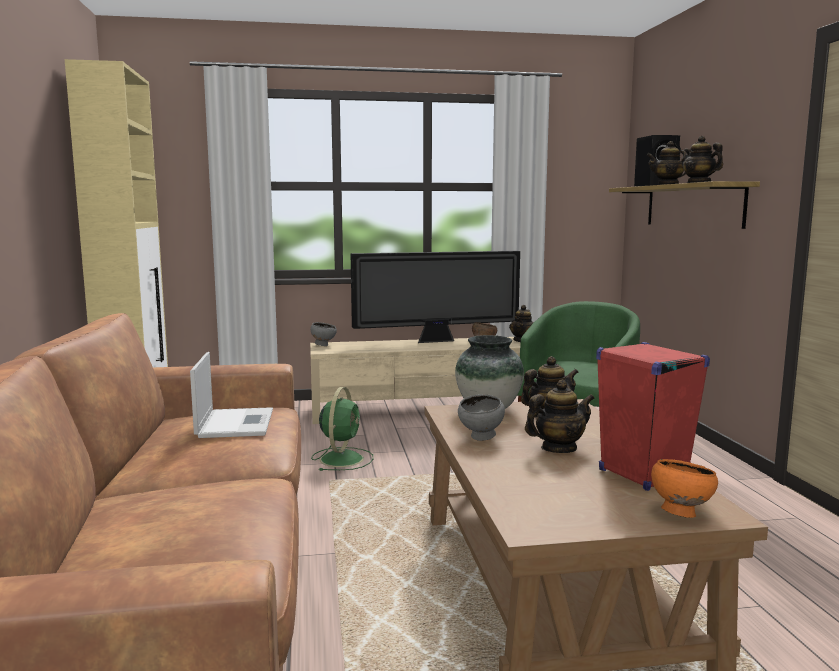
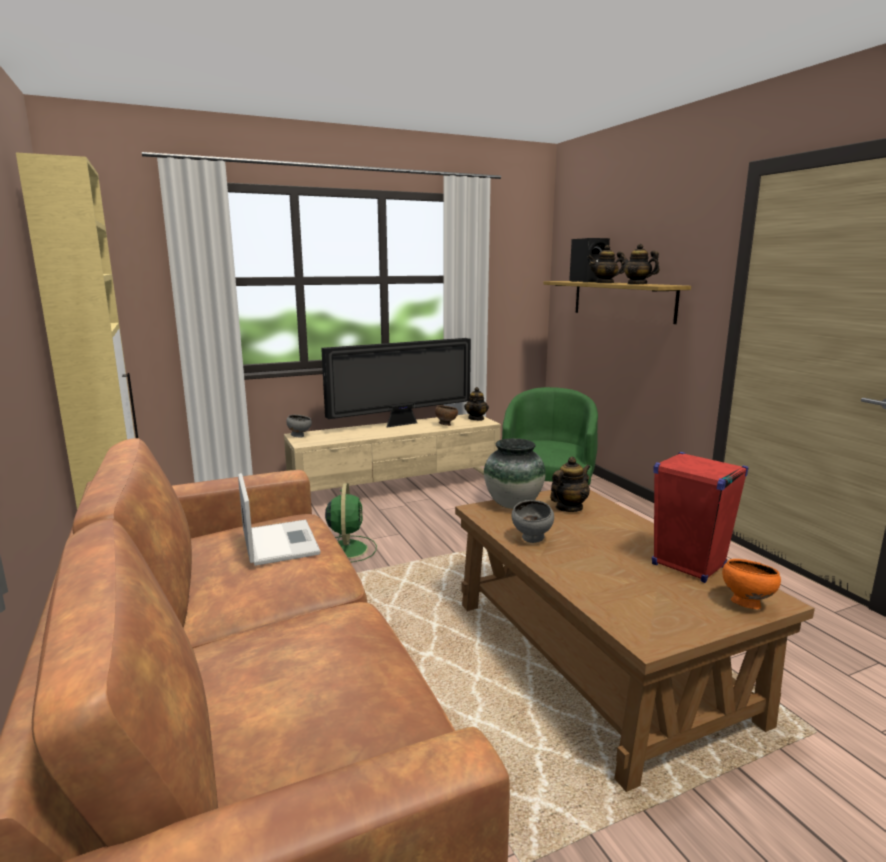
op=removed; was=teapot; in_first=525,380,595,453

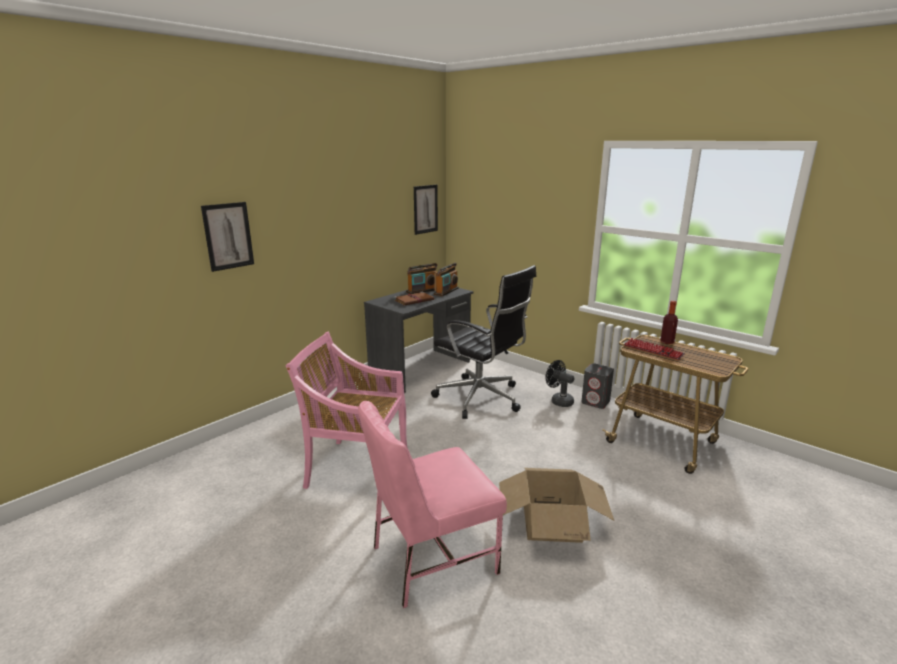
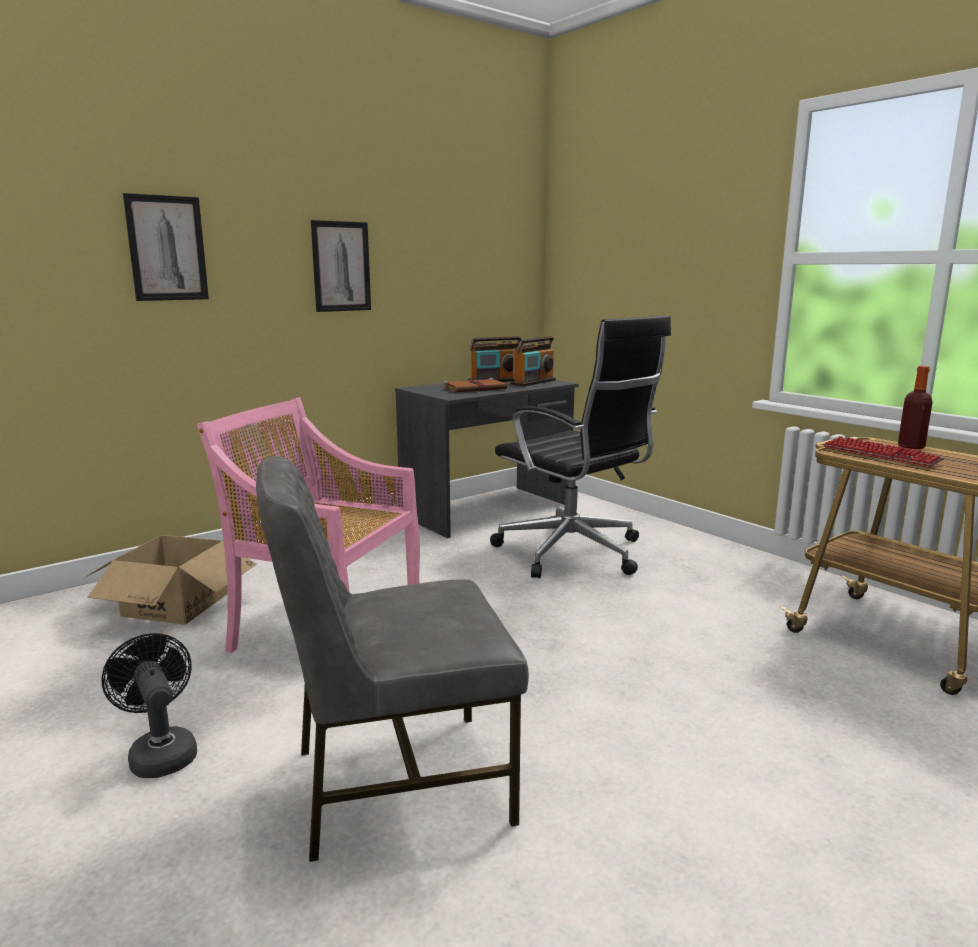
op=recoloured; was=pink-coloured chair; now=gray chair; in_first=358,401,507,608; in_second=256,456,529,862
op=moved; was=picture; in_first=414,185,438,235; in_second=311,220,371,312
op=moved; was=cardboard box; in_first=499,468,614,543; in_second=84,535,257,625
op=moved; was=black-coloured electric fan; in_first=546,360,574,407; in_second=101,633,197,778
op=removed; was=gray loudspeaker; in_first=581,363,614,409

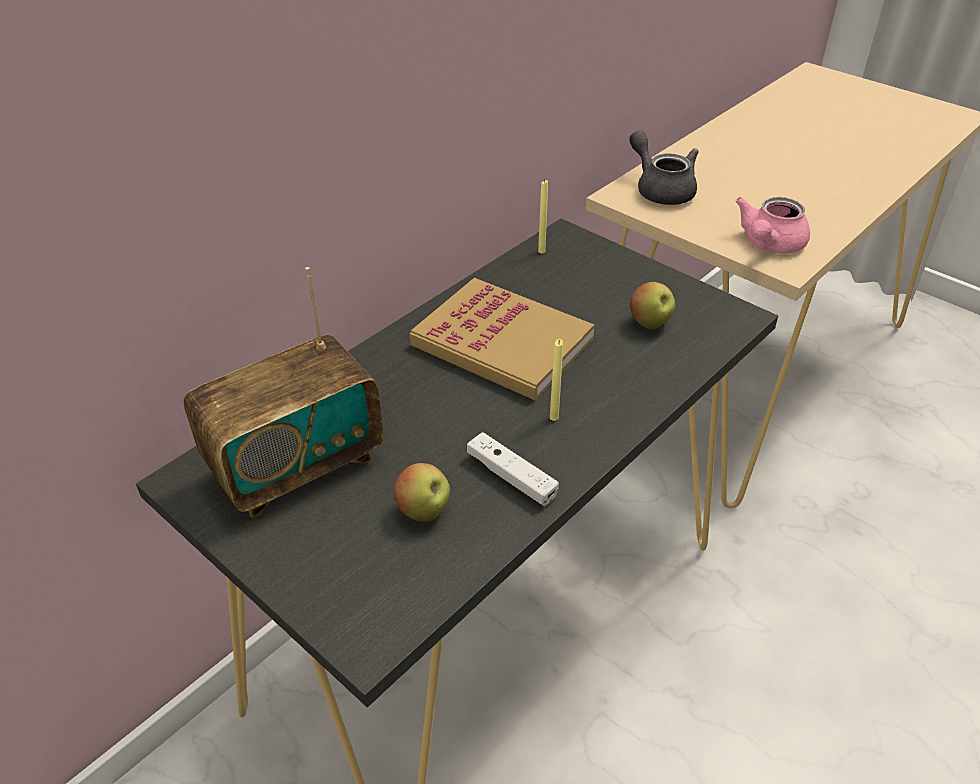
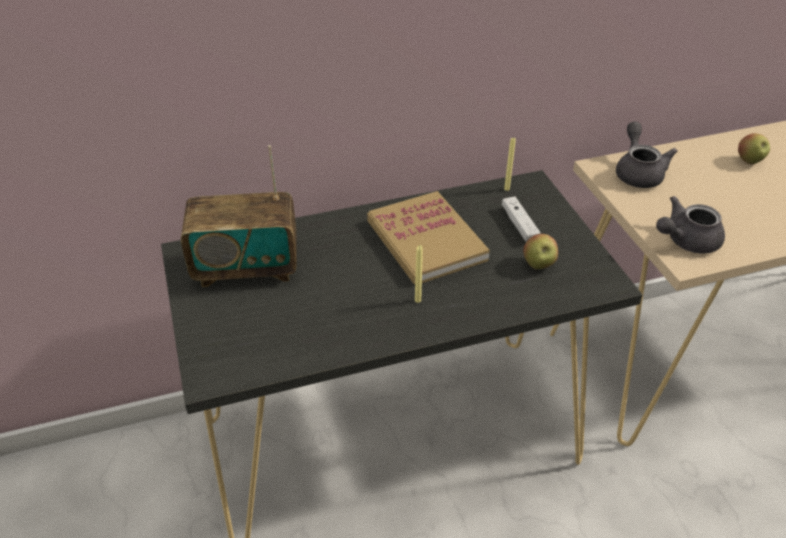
op=moved; was=apple; in_first=394,463,450,522; in_second=738,133,770,165
op=moved; was=white-coloured gamepad; in_first=467,432,559,506; in_second=502,197,541,242
op=recoloured; was=pink-coloured teapot; now=gray teapot; in_first=735,197,810,253; in_second=656,196,725,254

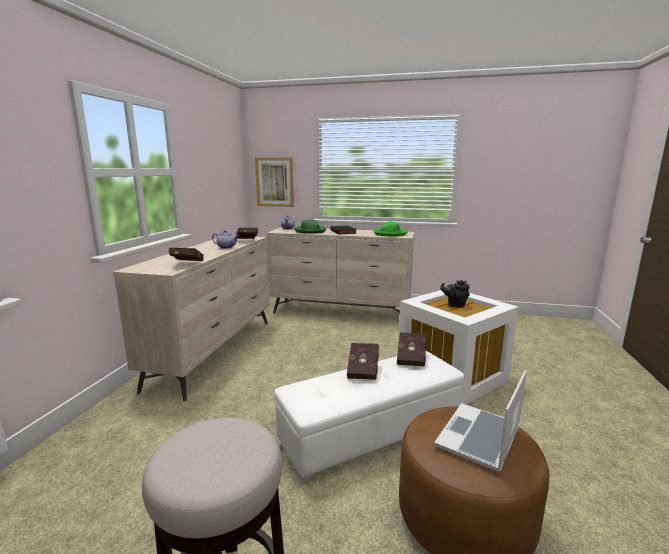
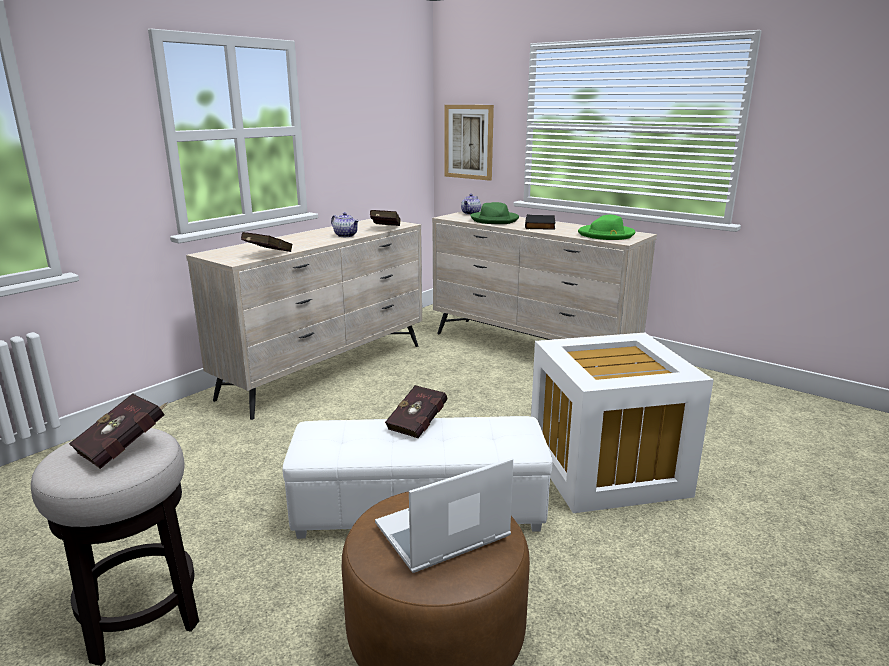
op=moved; was=red-coloured book; in_first=397,332,426,366; in_second=69,393,168,469
op=removed; was=black-coloured teapot; in_first=440,280,470,308

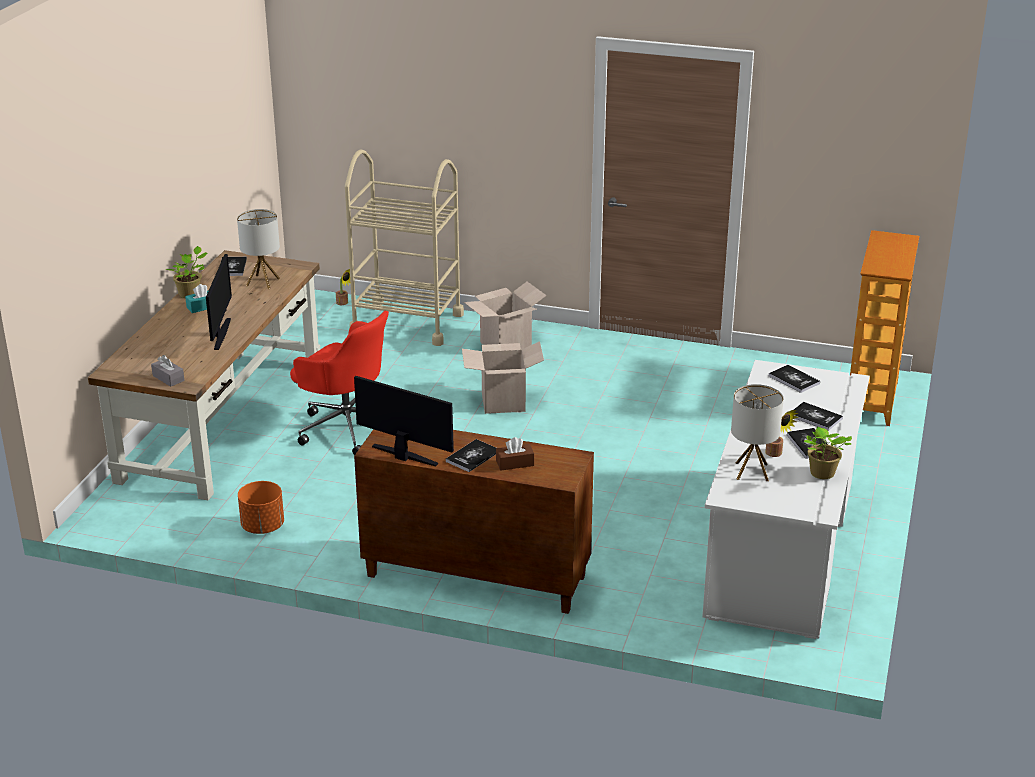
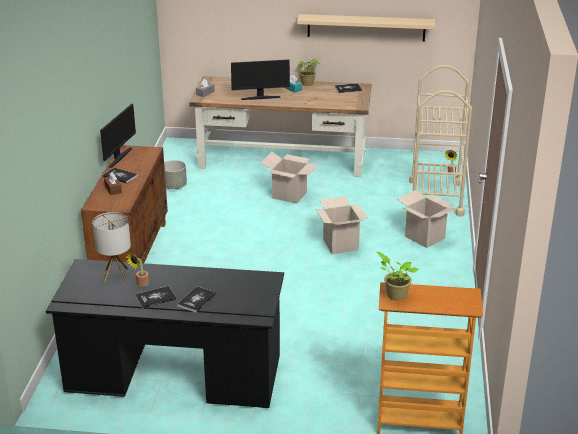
op=removed; was=tabletop lamp; in_first=237,209,280,289
op=recoloured; was=orange plant pot; now=gray plant pot; in_first=238,481,284,534; in_second=164,160,187,189
op=replaced; was=red-coloured office chair; now=cardboard box; in_first=290,311,389,455; in_second=261,152,319,204
op=recoloured; was=white-coloured desk unit; now=black-coloured desk unit; in_first=702,360,870,639; in_second=46,259,284,408
op=removed; was=book; in_first=769,365,820,393
op=moved; was=plant in a pot; in_first=804,427,852,479; in_second=377,252,418,301
op=added; now=beige shelf; in_second=297,14,435,42

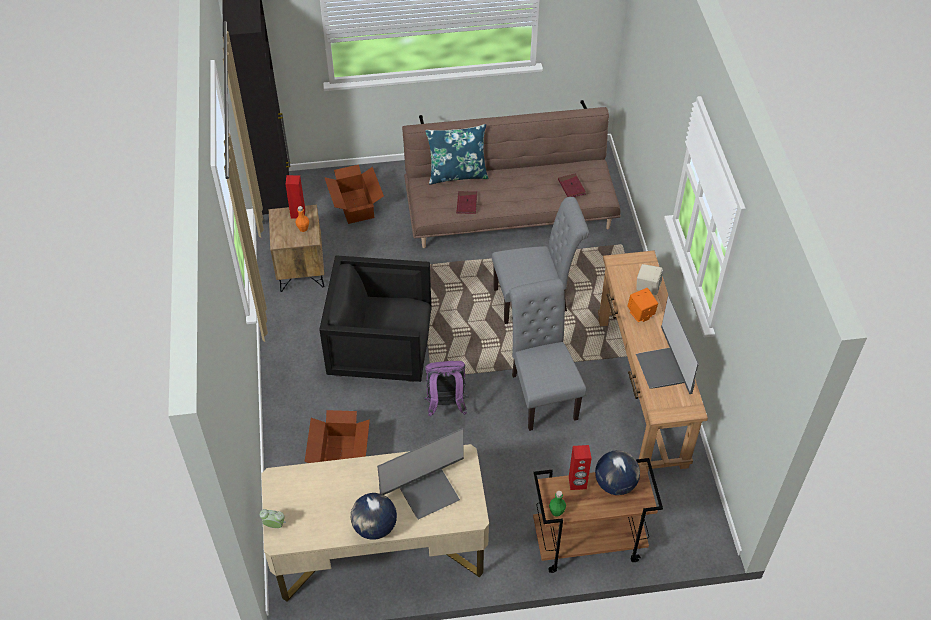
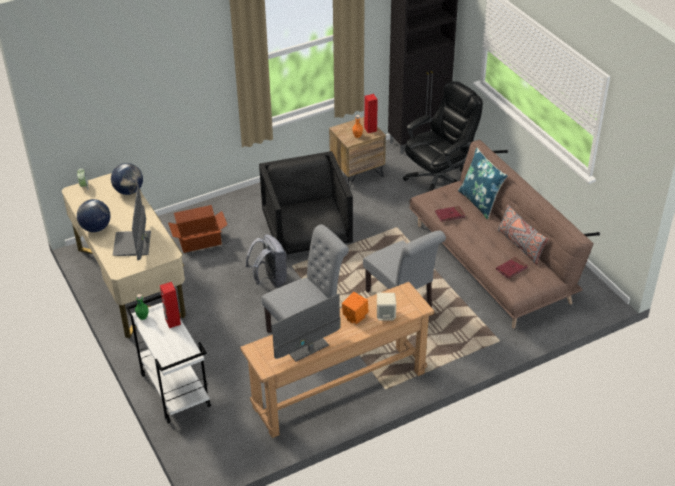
op=replaced; was=cardboard box; now=black-coloured office chair; in_first=324,164,384,224; in_second=403,81,483,192
op=turned; was=computer screen; in_first=377,428,464,519; in_second=113,183,151,260; clockwise=45
op=recoloured; was=purplish rucksack; now=gray rucksack; in_first=423,361,469,416; in_second=246,234,287,287
op=recoloured; was=brownish cart; now=white-coloured cart; in_first=533,458,663,573; in_second=126,295,211,423
op=moved; was=desk globe; in_first=595,450,640,495; in_second=111,163,143,195
op=added; now=gray pillow; in_second=498,205,549,265

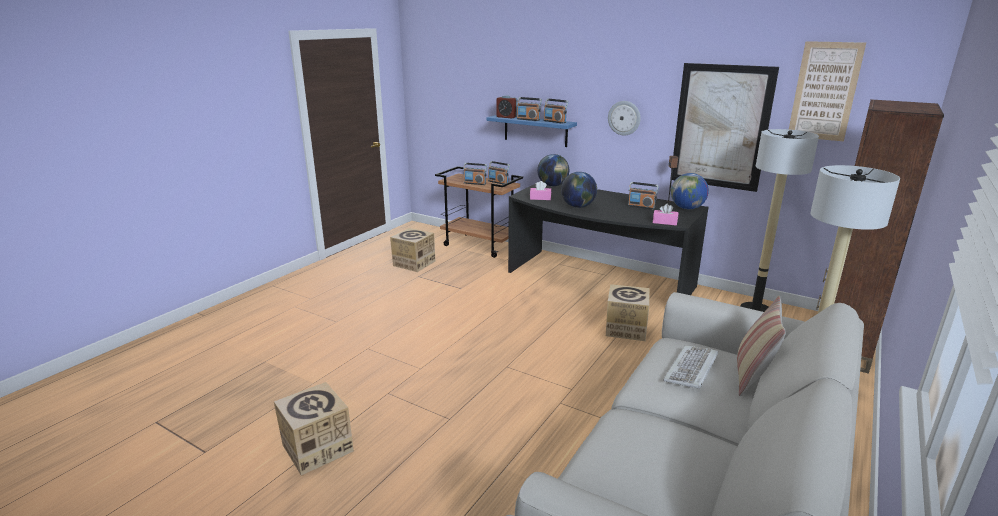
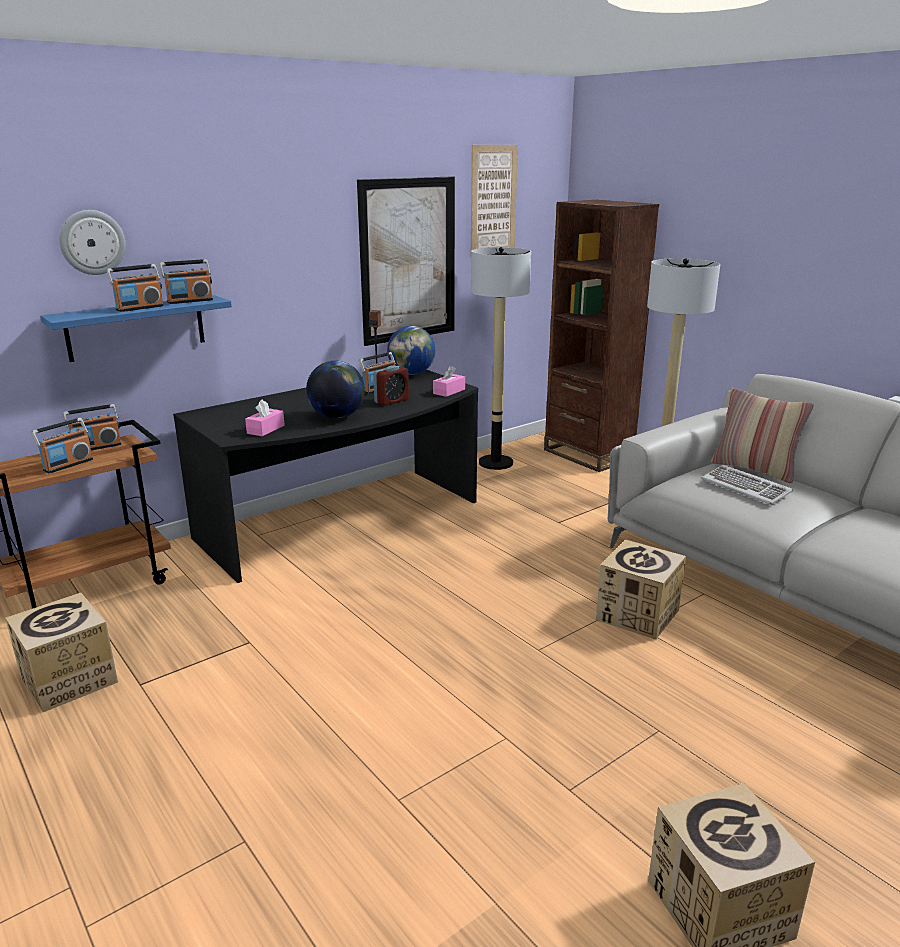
op=moved; was=alarm clock; in_first=497,95,517,118; in_second=373,365,409,406
op=removed; was=desk globe; in_first=537,154,569,186
op=moved; was=cardboard box; in_first=606,284,650,341; in_second=596,540,686,639
op=moved; was=hanging clock; in_first=608,101,641,135; in_second=59,210,126,275

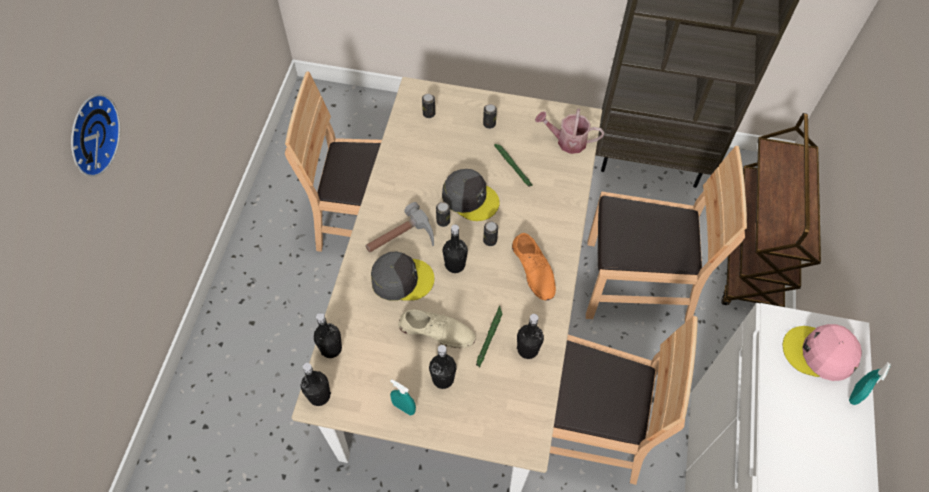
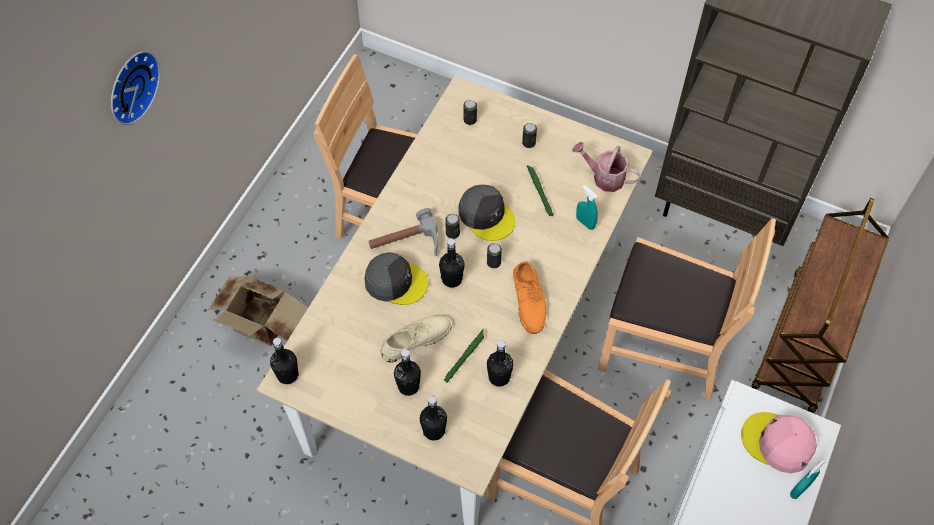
op=moved; was=black-coloured drink bottle; in_first=314,313,342,358; in_second=420,396,447,441
op=moved; was=turquoise hand sprayer; in_first=390,379,416,416; in_second=576,185,598,230
op=turned; was=beige item of footwear; in_first=398,309,475,348; in_second=380,316,452,363; clockwise=-60
op=added; now=cardboard box; in_second=208,276,308,346

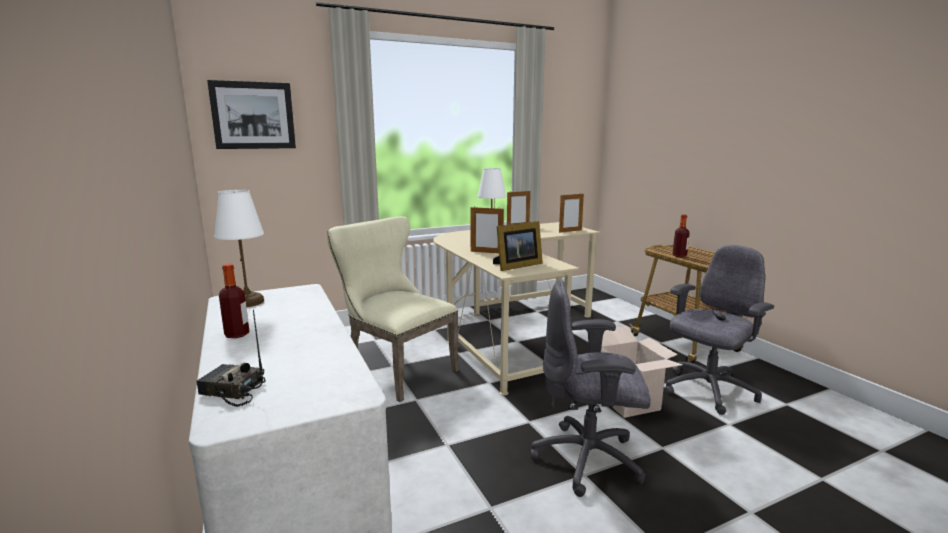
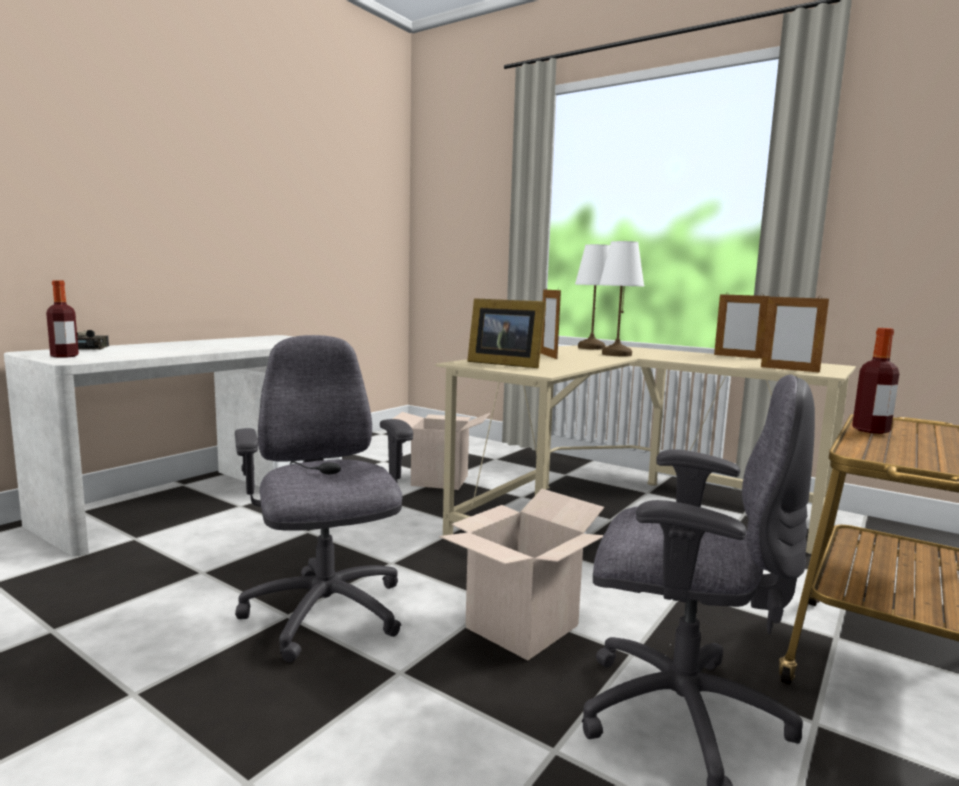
op=removed; was=picture; in_first=207,80,296,149
op=moved; was=white-coloured tabletop lamp; in_first=214,190,264,307; in_second=575,244,610,350
op=moved; was=drink bottle; in_first=219,264,250,338; in_second=46,280,79,358
op=replaced; was=beige chair; now=cardboard box; in_first=327,216,459,402; in_second=392,412,490,490

